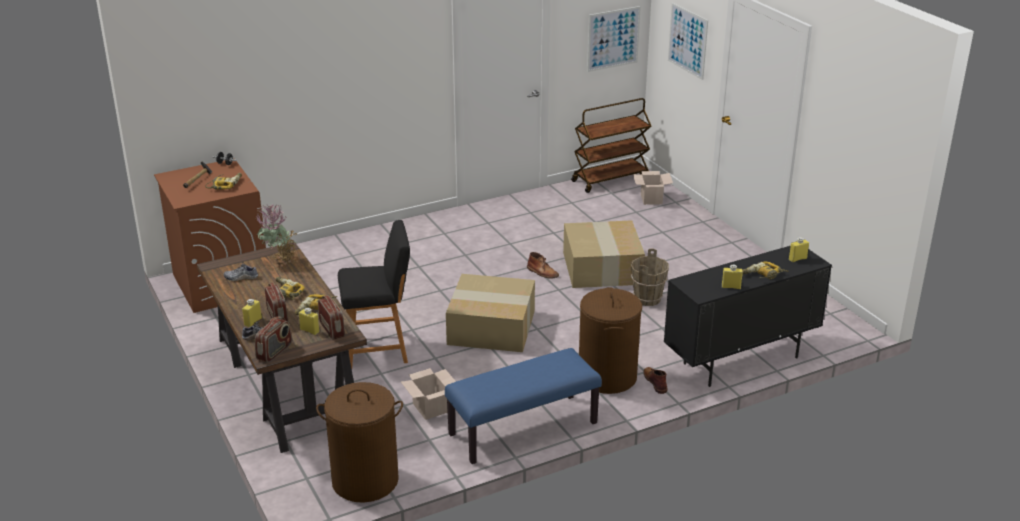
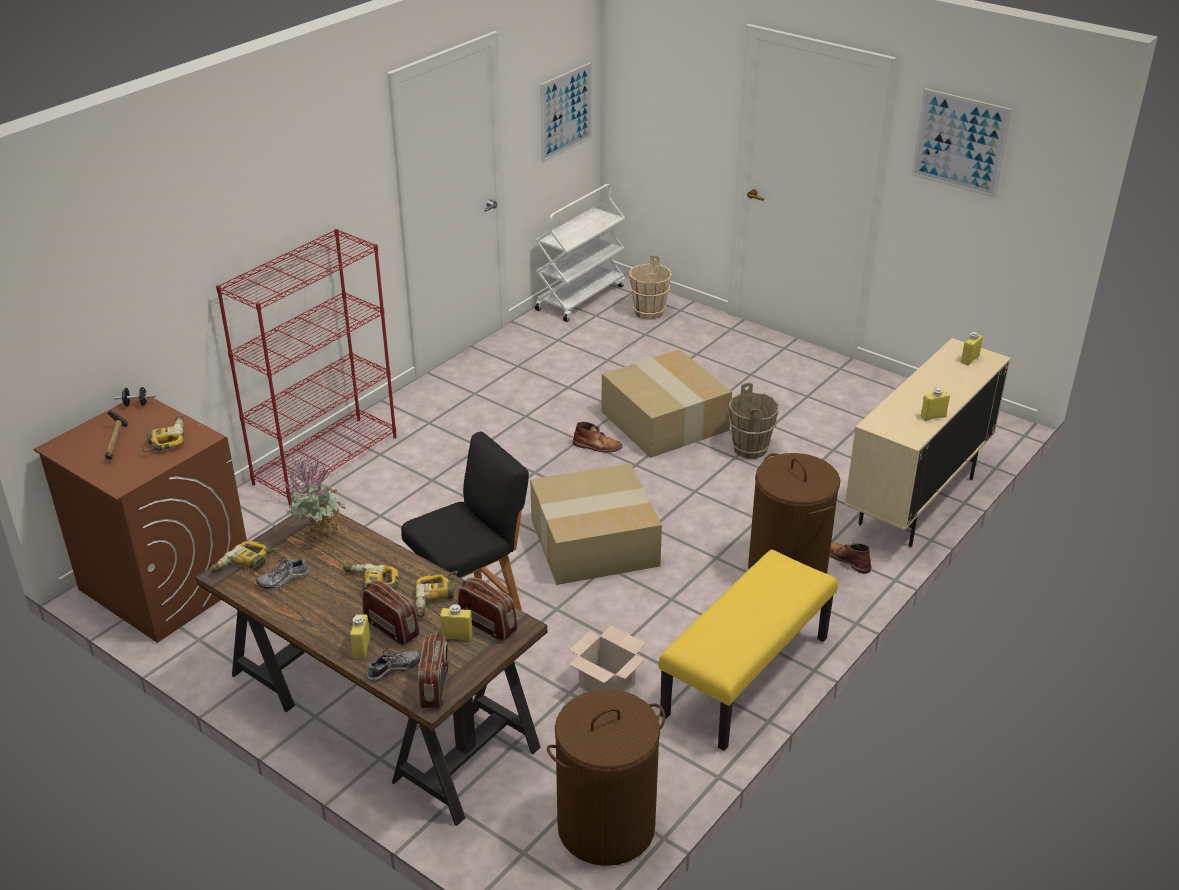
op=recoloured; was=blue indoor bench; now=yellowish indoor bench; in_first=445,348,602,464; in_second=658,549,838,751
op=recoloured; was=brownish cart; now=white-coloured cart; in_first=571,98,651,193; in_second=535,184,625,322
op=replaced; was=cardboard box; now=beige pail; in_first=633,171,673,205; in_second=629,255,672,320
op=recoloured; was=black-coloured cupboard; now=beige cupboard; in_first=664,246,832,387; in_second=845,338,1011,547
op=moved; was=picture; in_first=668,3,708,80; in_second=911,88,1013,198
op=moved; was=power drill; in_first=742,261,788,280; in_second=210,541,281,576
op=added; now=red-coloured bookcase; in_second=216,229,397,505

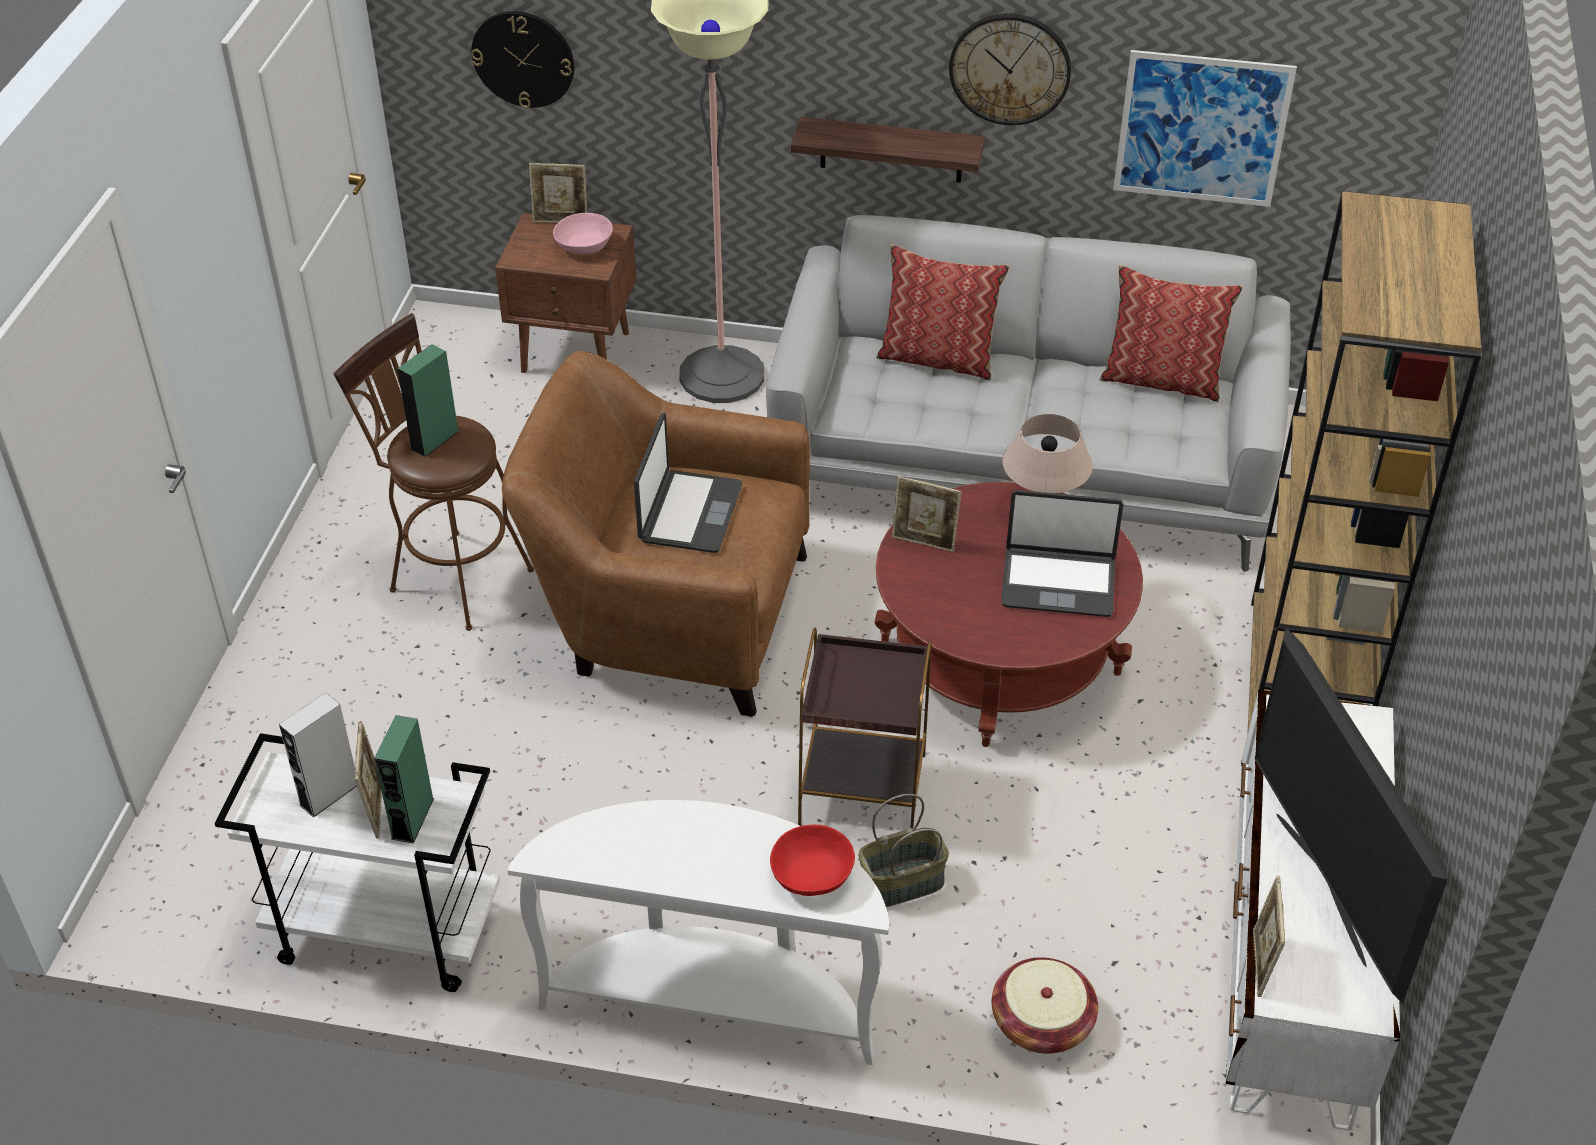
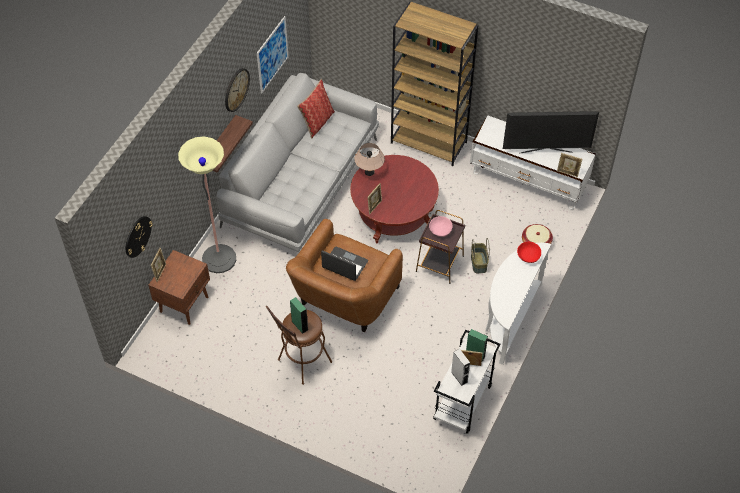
op=moved; was=pink-coloured serving bowl; in_first=553,213,613,254; in_second=429,216,453,237
op=removed; was=pillow; in_first=876,244,1010,381
op=removed; was=portable computer; in_first=1001,490,1123,617

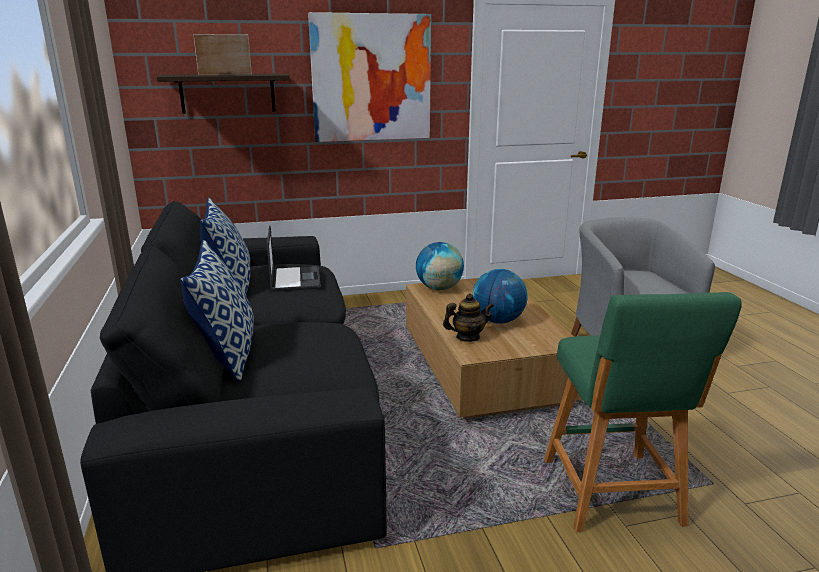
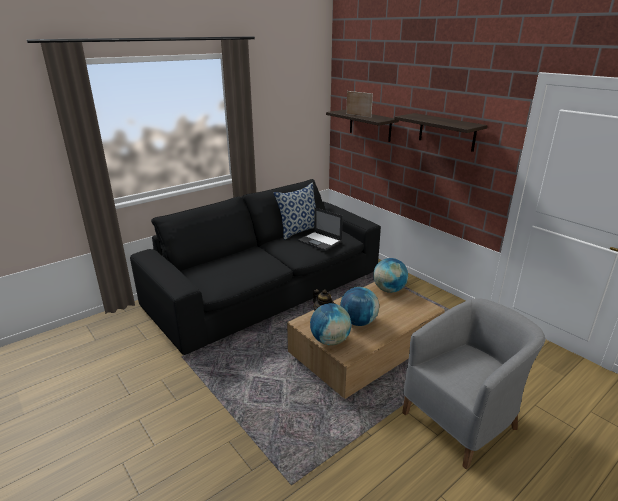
op=removed; was=pillow; in_first=180,240,254,382
op=turned; was=portable computer; in_first=267,226,321,292; in_second=298,207,343,251; clockwise=75
op=replaced; was=picture; now=shelf; in_first=308,12,431,142; in_second=394,113,488,152
op=removed; was=greenish sitting stool; in_first=544,292,742,532
op=added; now=desk globe; in_second=310,303,352,345

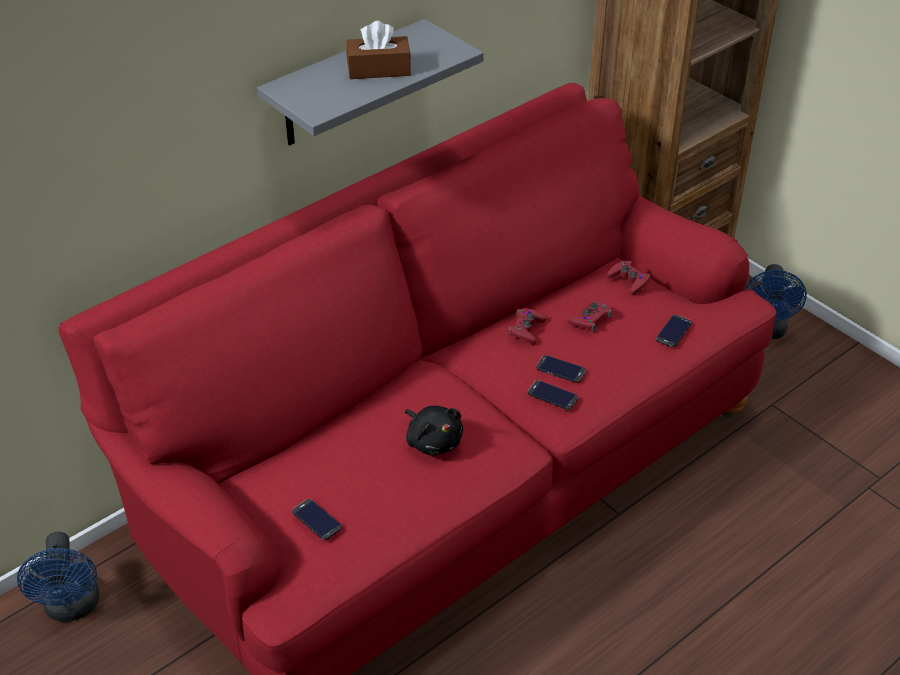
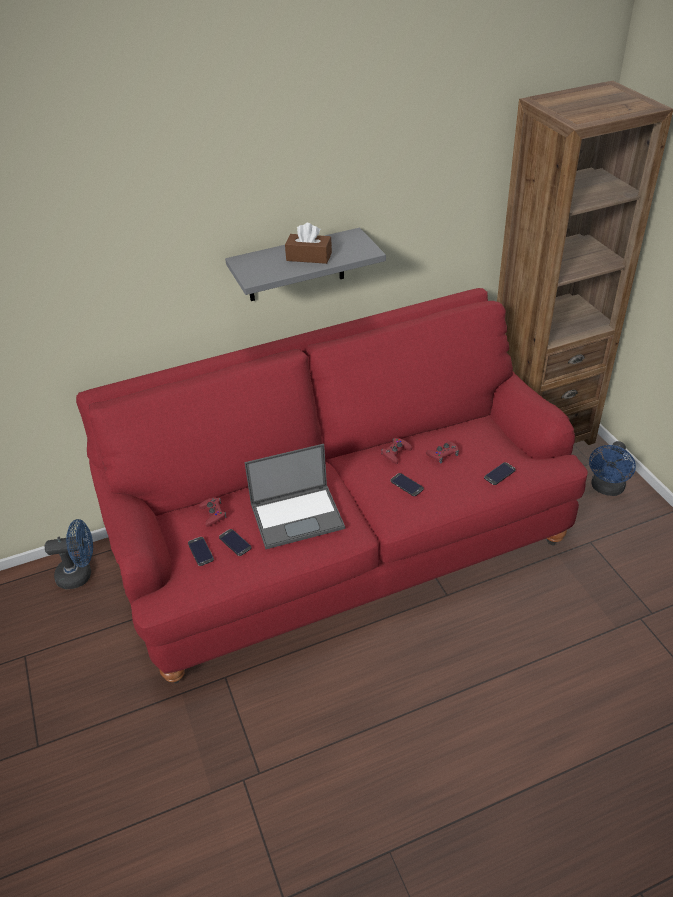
op=turned; was=blue electric fan; in_first=17,532,99,622; in_second=45,519,93,589; clockwise=-105
op=replaced; was=black-coloured plush toy; now=portable computer; in_first=405,405,463,456; in_second=244,444,345,549
op=moved; was=telephone; in_first=528,380,578,410; in_second=219,529,251,556
op=moved; was=red-coloured gamepad; in_first=607,261,651,295; in_second=199,497,226,527

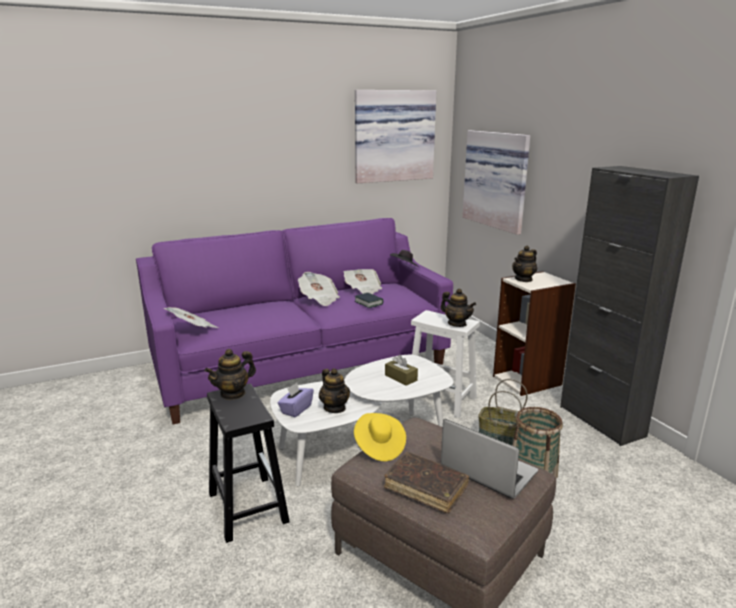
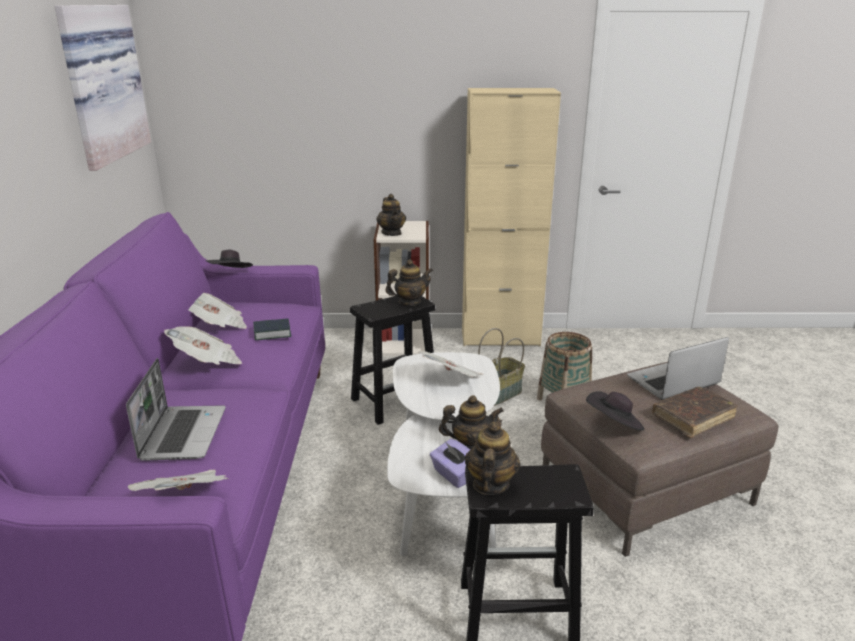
op=turned; was=teapot; in_first=204,349,256,400; in_second=465,419,520,495; clockwise=-150
op=recoloured; was=yellowish wearable hat; now=black-coloured wearable hat; in_first=354,413,406,461; in_second=586,391,644,431
op=replaced; was=brownish tissue holder; now=daily paper; in_first=385,355,418,386; in_second=418,351,483,378
op=recoloured; was=white-coloured sitting stool; now=black-coloured sitting stool; in_first=406,310,480,418; in_second=350,296,435,425
op=removed; was=picture; in_first=463,130,530,235
op=recoloured; was=black-coloured cupboard; now=beige cupboard; in_first=560,166,699,446; in_second=462,88,561,346
op=added; now=portable computer; in_second=126,358,226,461

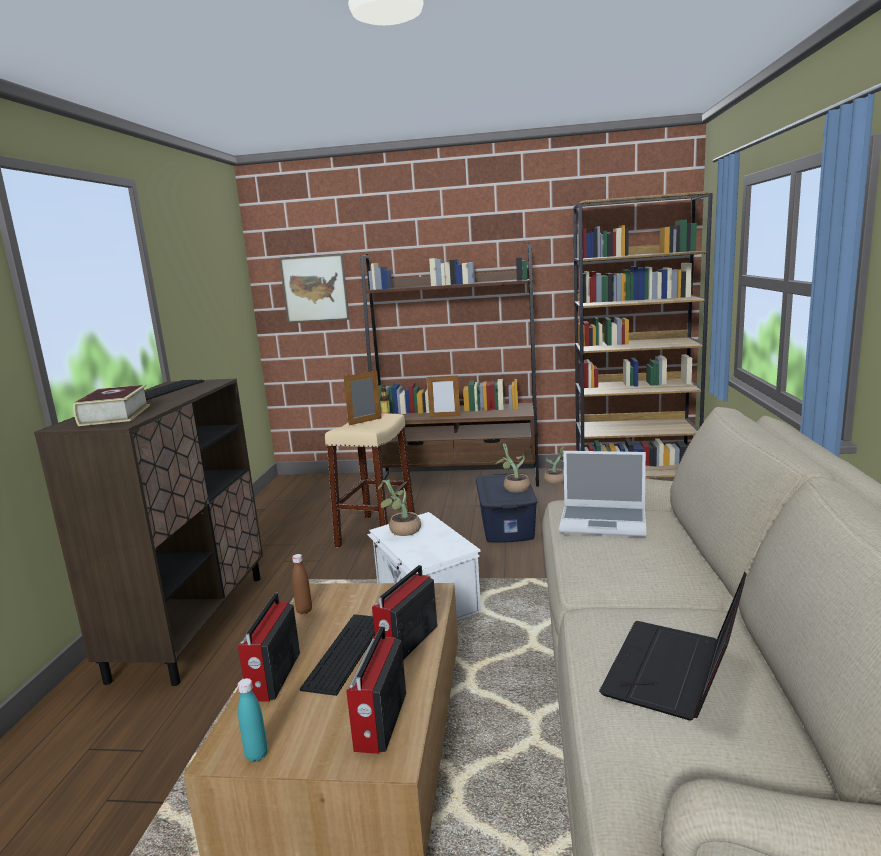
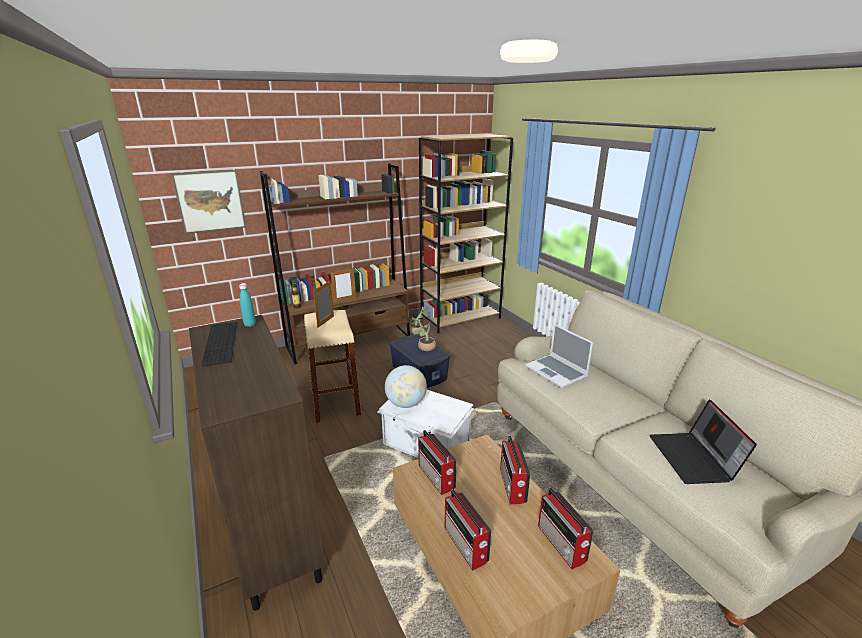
op=removed; was=book; in_first=73,385,150,426
op=moved; was=turquoise drink bottle; in_first=238,678,268,762; in_second=239,283,256,327
op=removed; was=brownish drink bottle; in_first=292,554,312,614
op=removed; was=keyboard; in_first=300,614,375,696
op=replaced; was=plant in a pot; now=desk globe; in_first=378,480,421,536; in_second=385,365,427,408
op=turned; was=portable computer; in_first=559,451,647,537; in_second=525,324,593,388; clockwise=75
op=added; now=radio receiver; in_second=418,430,456,495

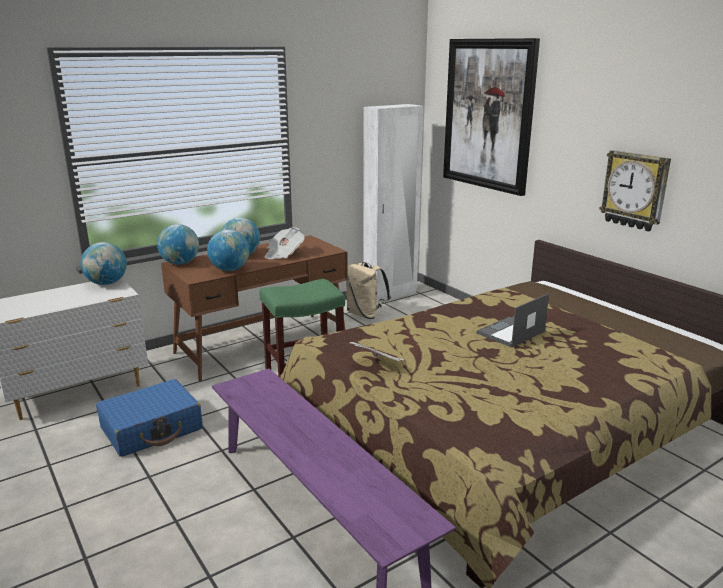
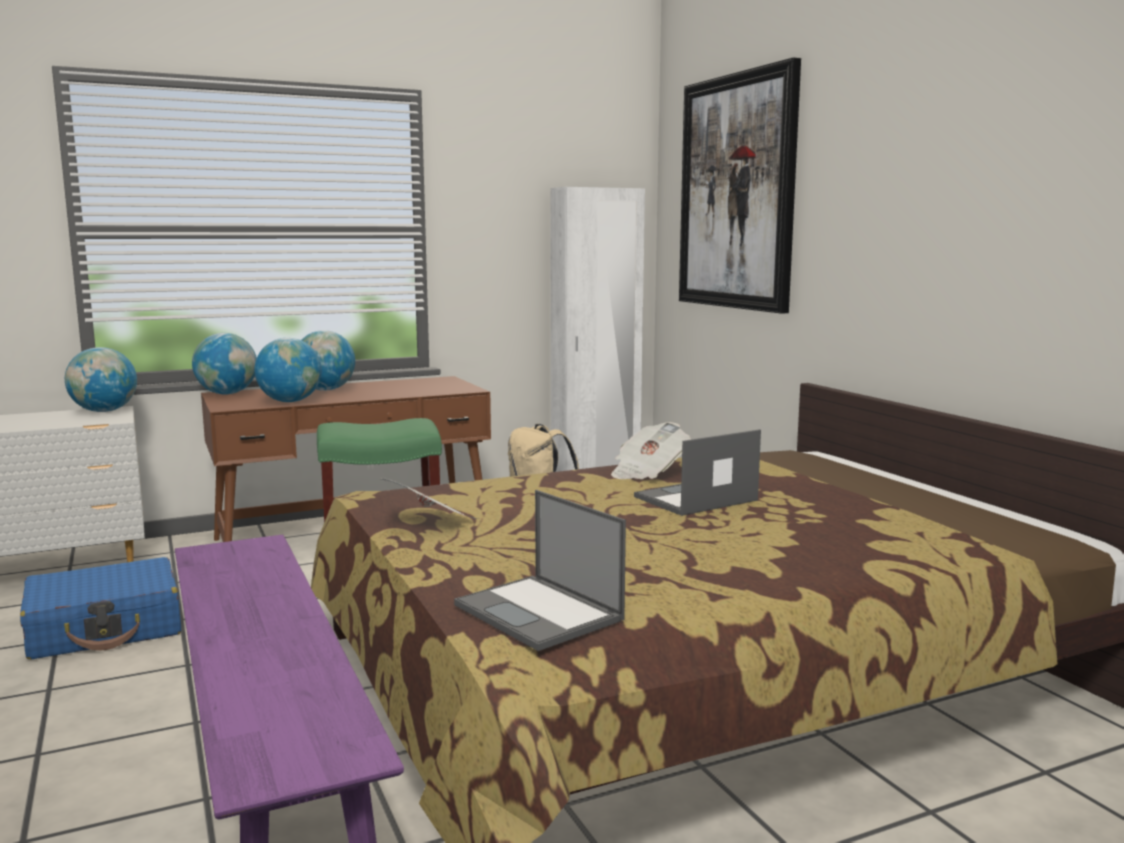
op=moved; was=daily paper; in_first=265,227,305,259; in_second=611,422,691,479
op=removed; was=hanging clock; in_first=599,150,671,232
op=added; now=portable computer; in_second=454,490,626,651

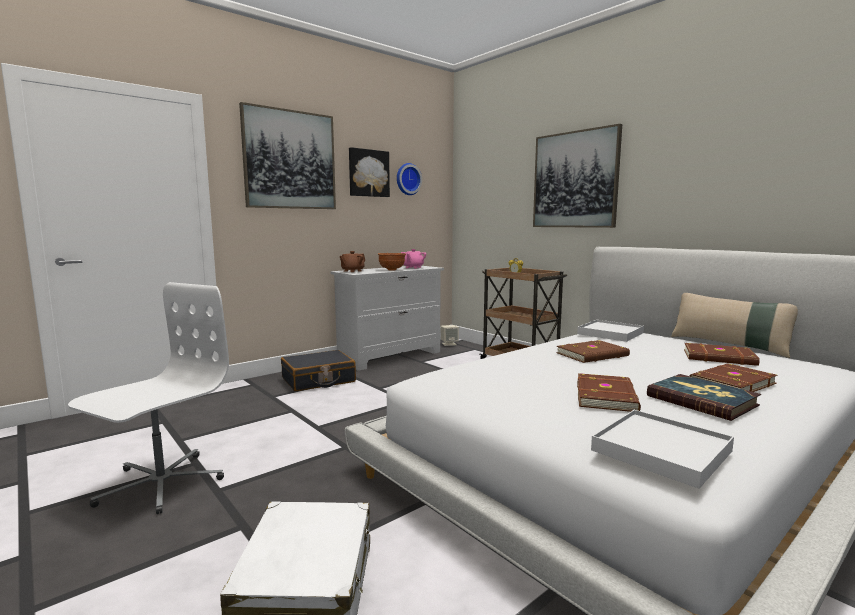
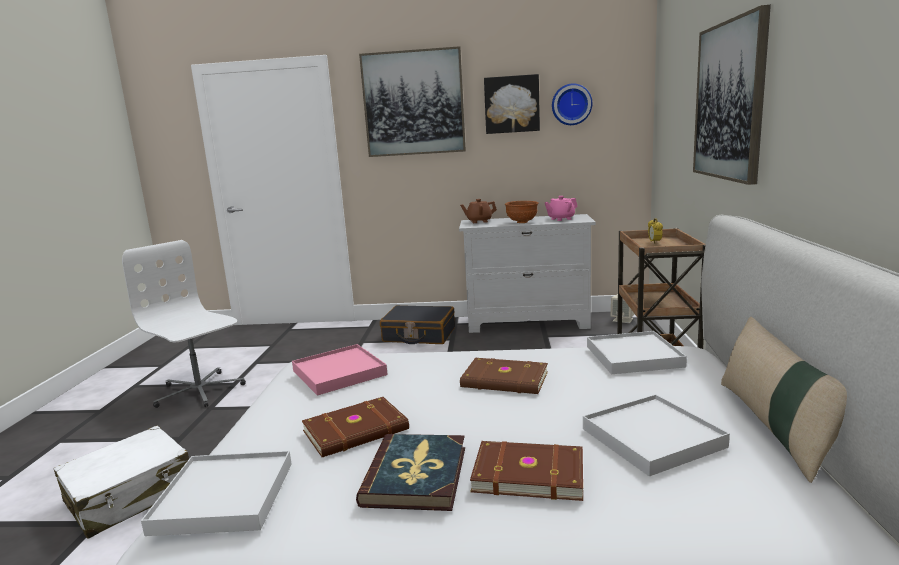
op=turned; was=white-coloured office chair; in_first=68,282,229,514; in_second=122,240,246,408; clockwise=-120
op=replaced; was=brownish book; now=white-coloured carrying tray; in_first=684,343,760,366; in_second=583,394,730,476
op=added; now=pink-coloured carrying tray; in_second=292,344,388,396

